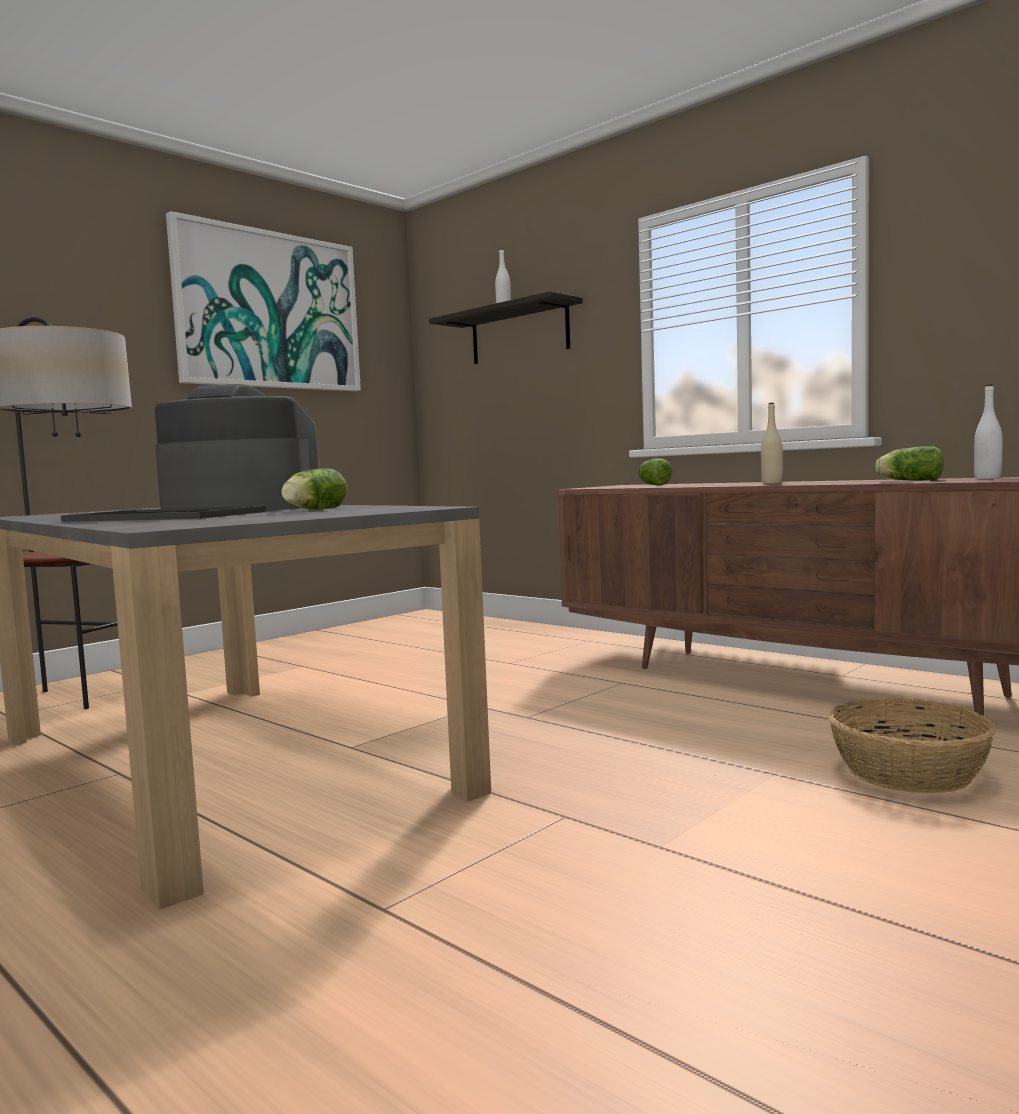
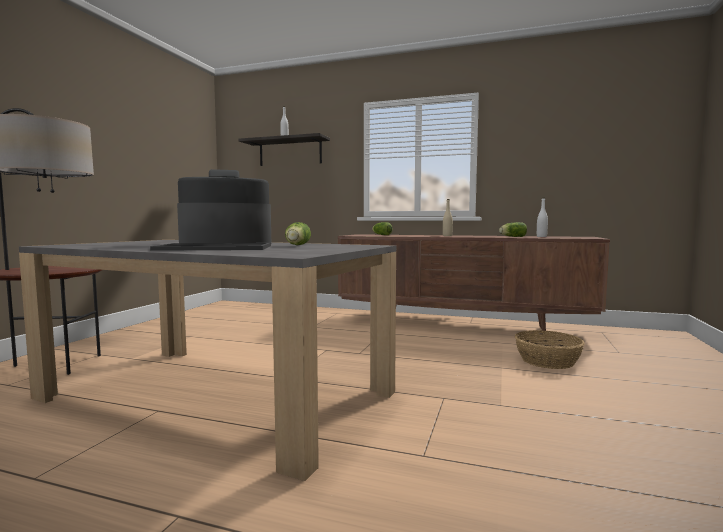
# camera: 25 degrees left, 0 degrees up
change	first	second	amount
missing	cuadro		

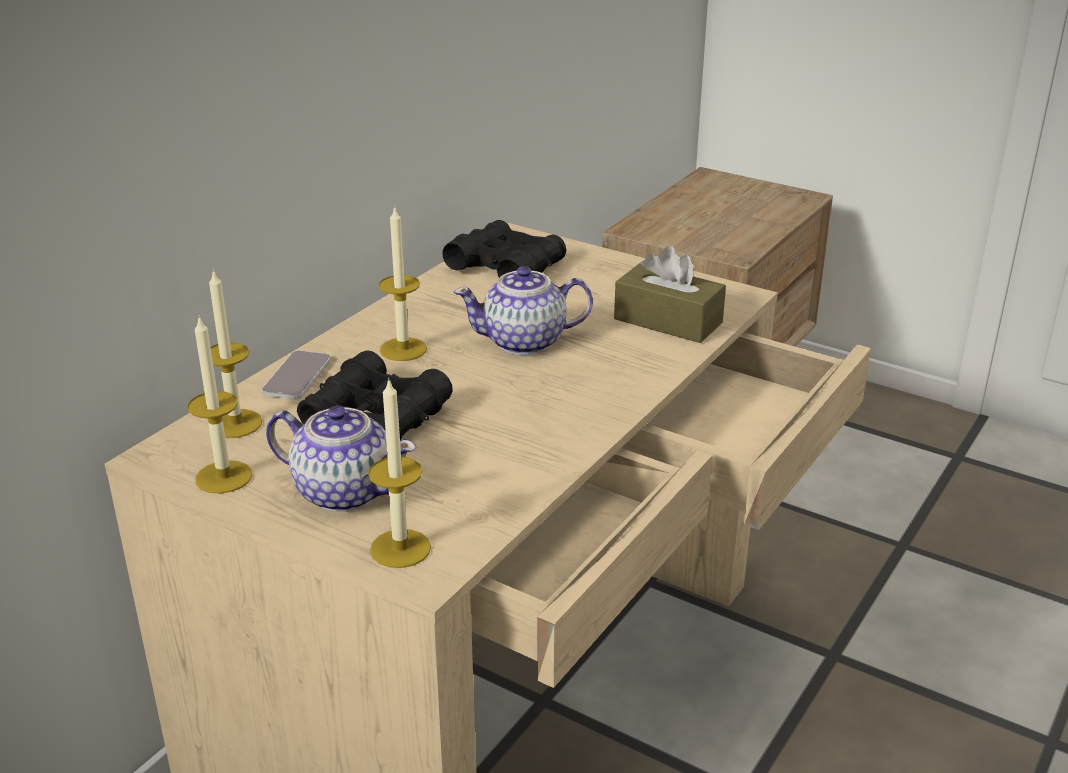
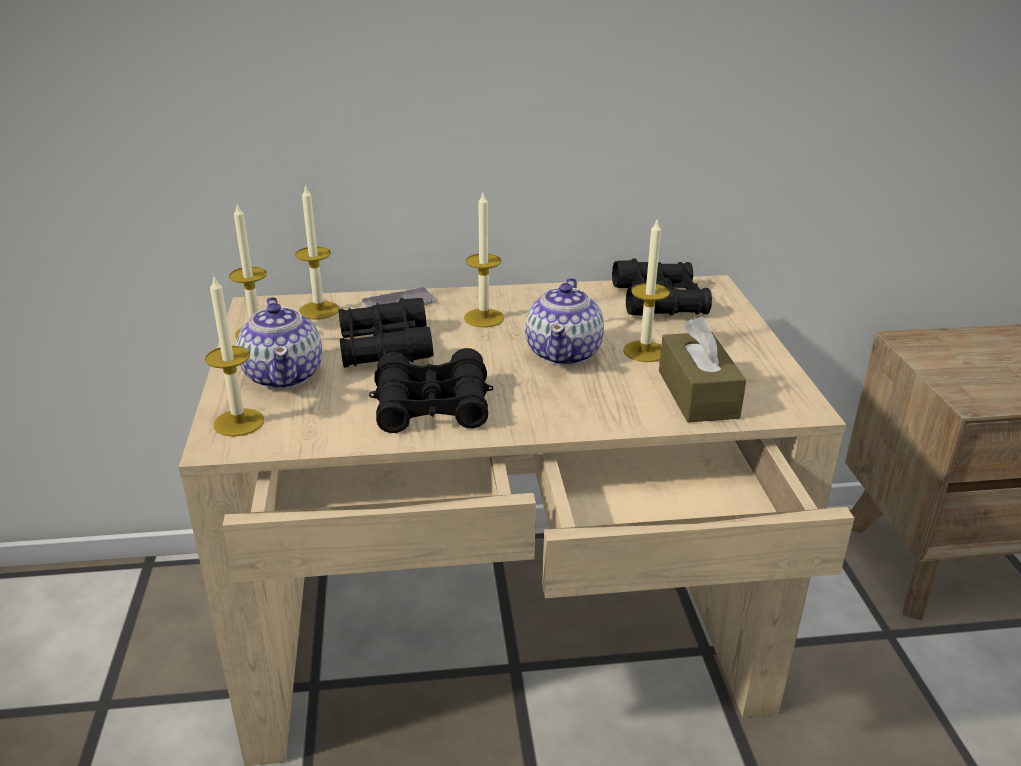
# camera: 50 degrees right, 0 degrees up
change	first	second	amount
appeared		prismáticos [negro] (no. 2 from left)	
spun	tetera (no. 2 from left)		120 degrees counterclockwise
appeared		vela (no. 5 from left)	

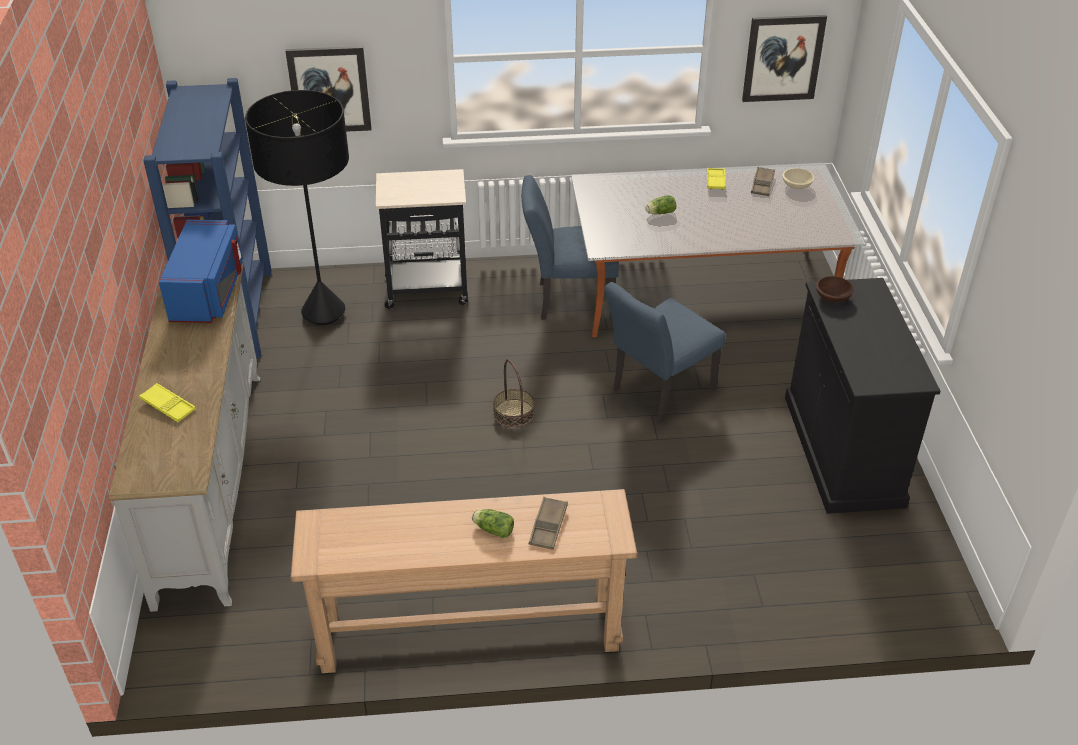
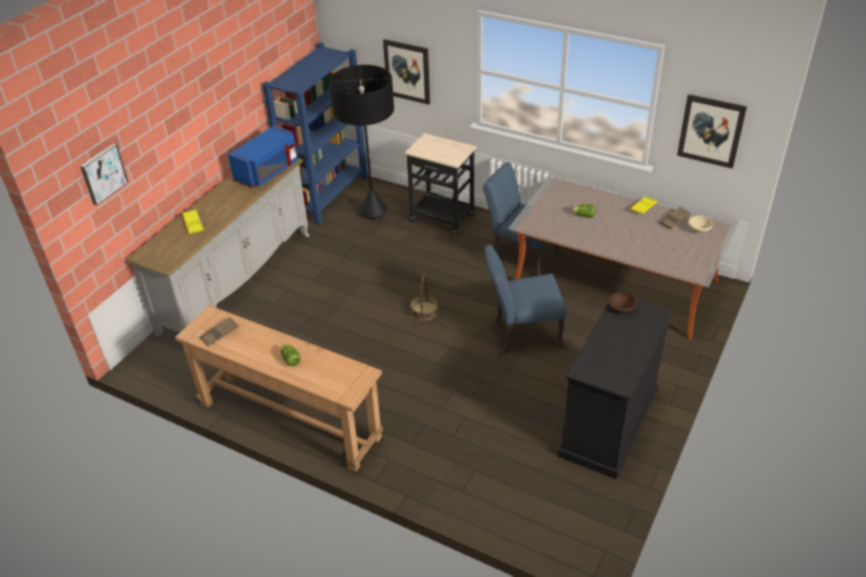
# camera: 35 degrees right, 0 degrees up
change	first	second	amount
appeared		cuadro (no. 1 from left)	
relocated	bandeja [marrón] (no. 1 from left)		

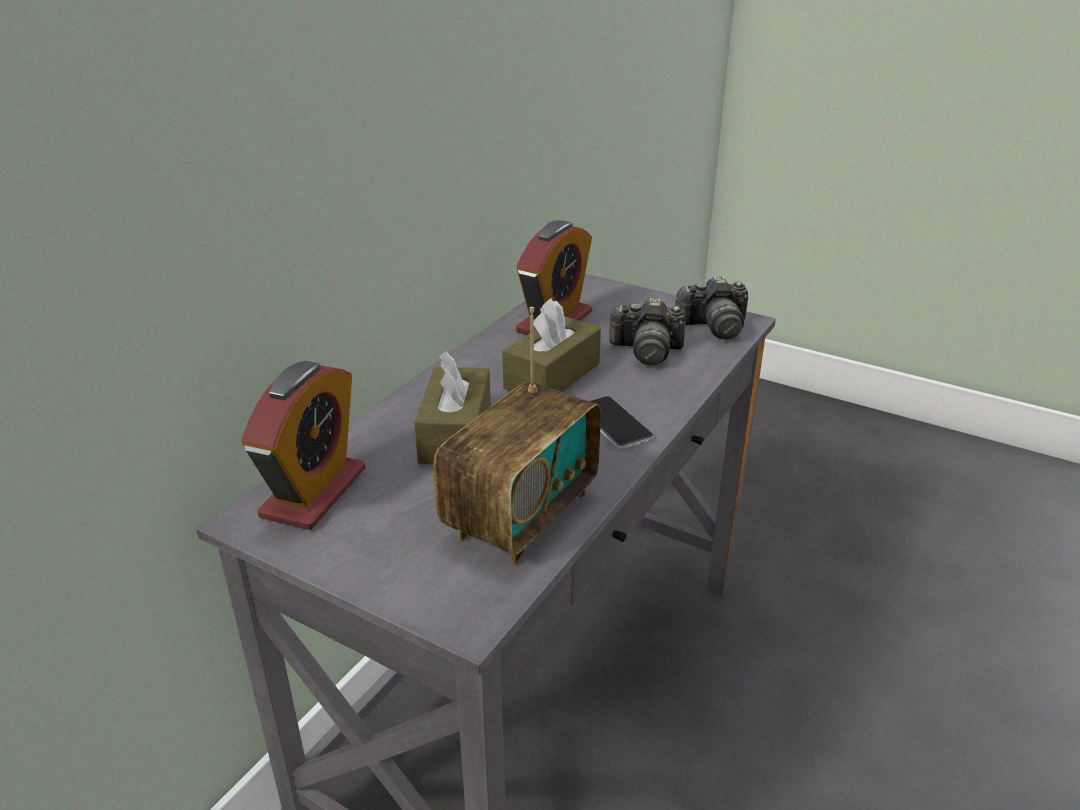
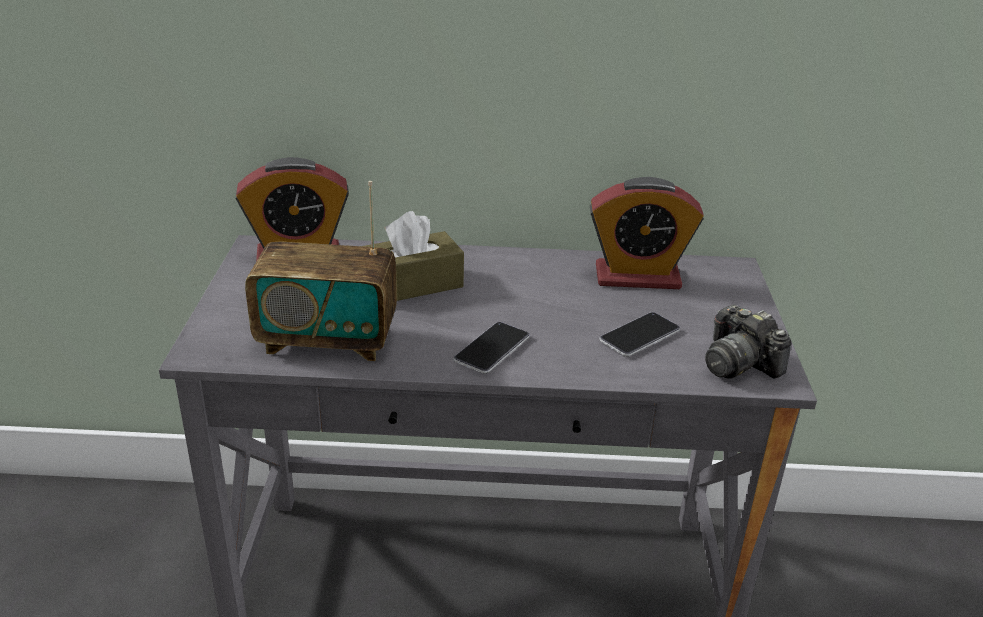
# camera: 60 degrees right, 0 degrees up
change	first	second	amount
exchanged	cámara (no. 1 from left)	móvil (no. 2 from left)	
missing	caja de pañuelos [marrón] (no. 2 from left)		

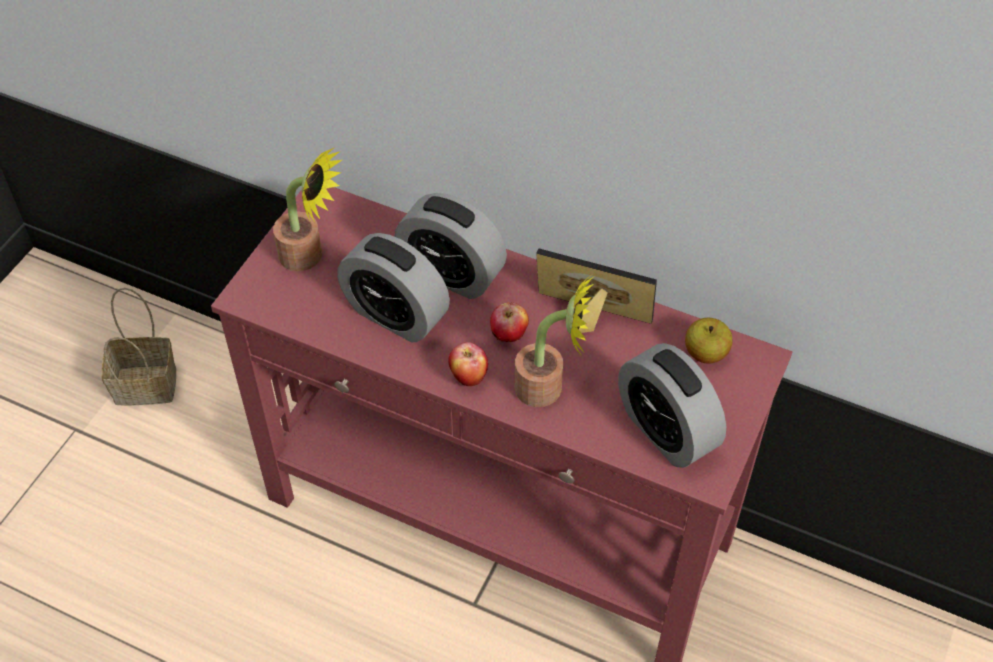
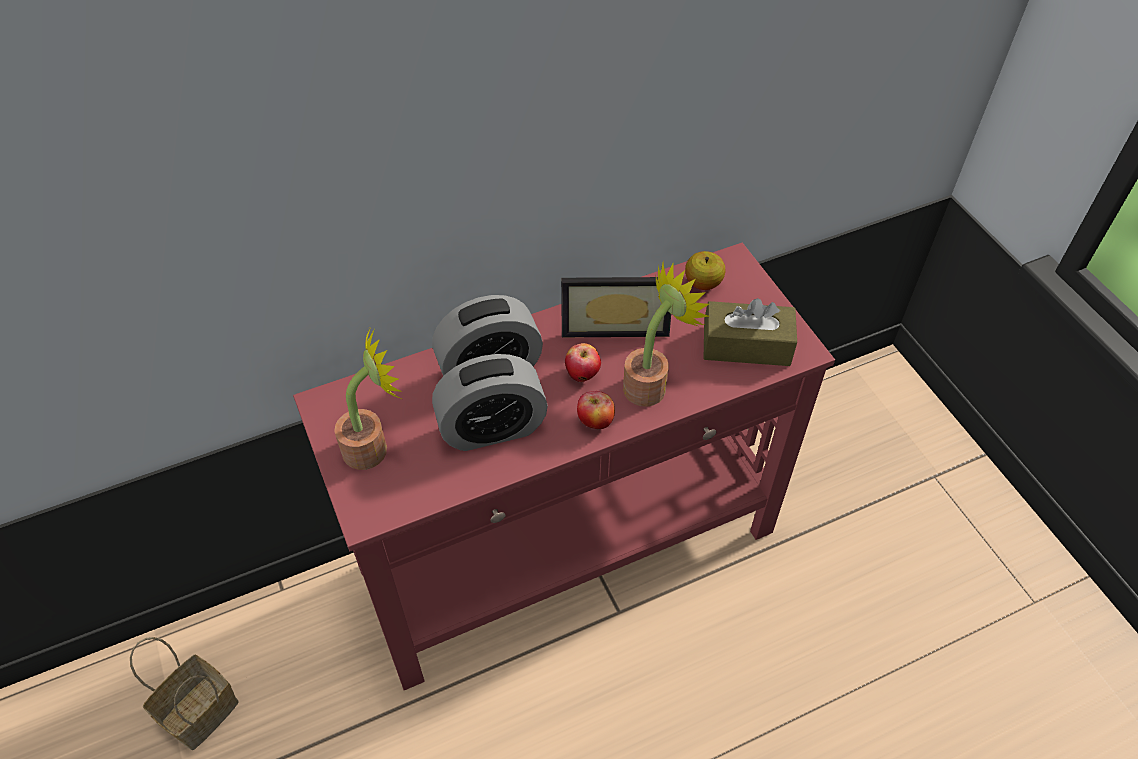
# camera: 50 degrees left, 0 degrees up
change	first	second	amount
spun	portarretratos		150 degrees counterclockwise
exchanged	despertador (no. 3 from left)	caja de pañuelos [marrón]	

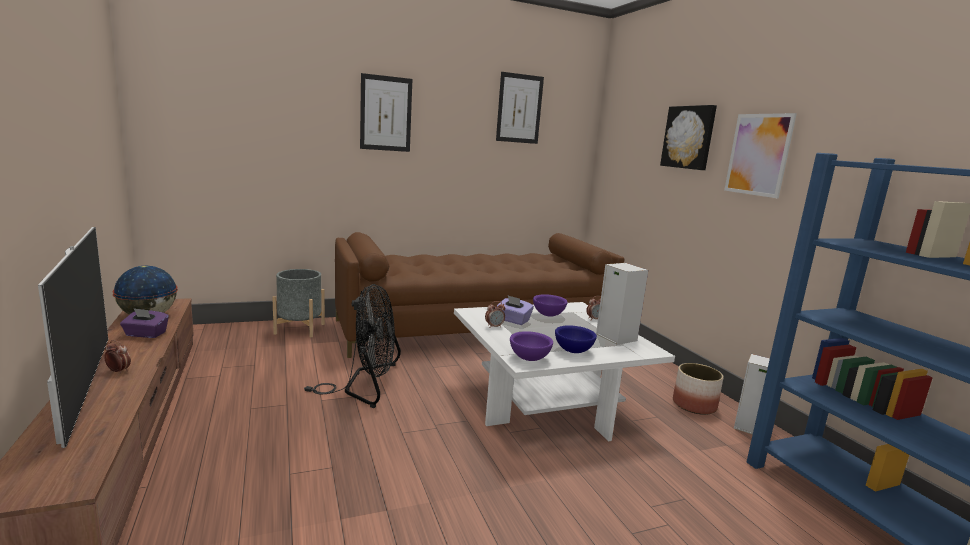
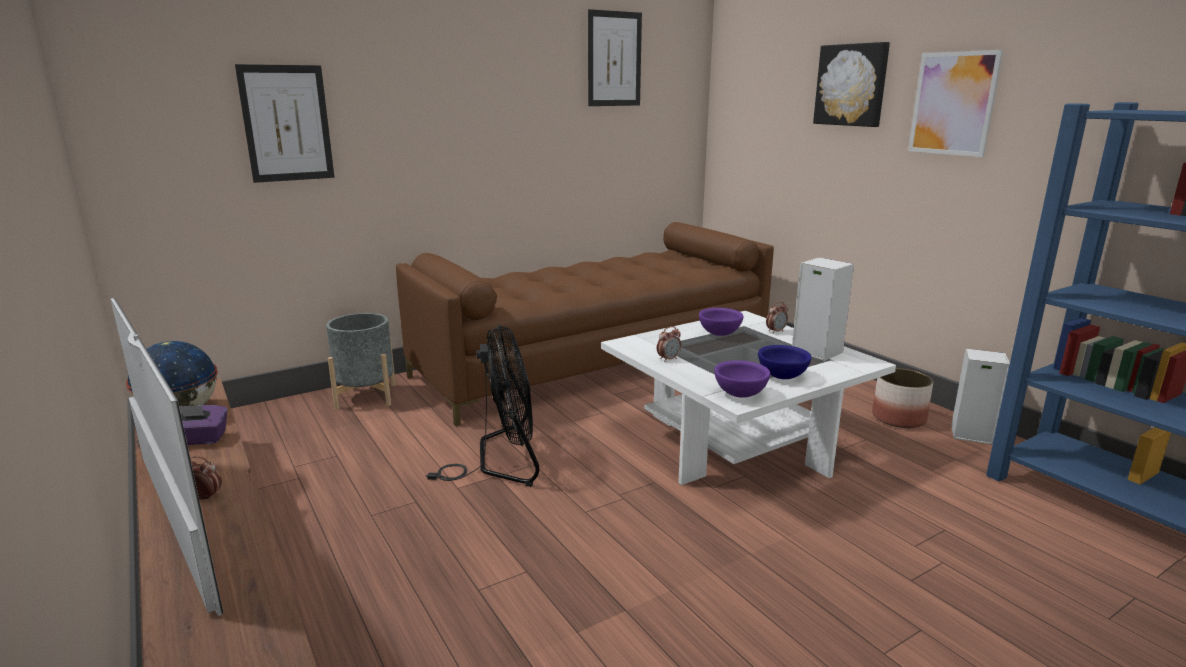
# camera: 10 degrees left, 5 degrees up
change	first	second	amount
relocated	cuadro (no. 1 from left)		
missing	caja de pañuelos [morado] (no. 2 from left)		

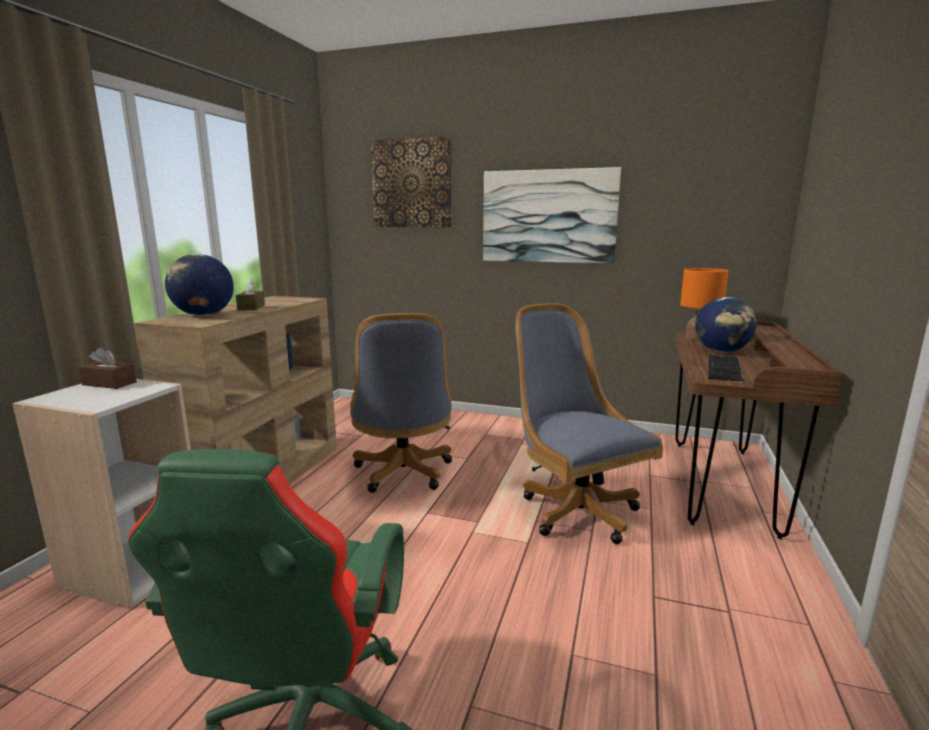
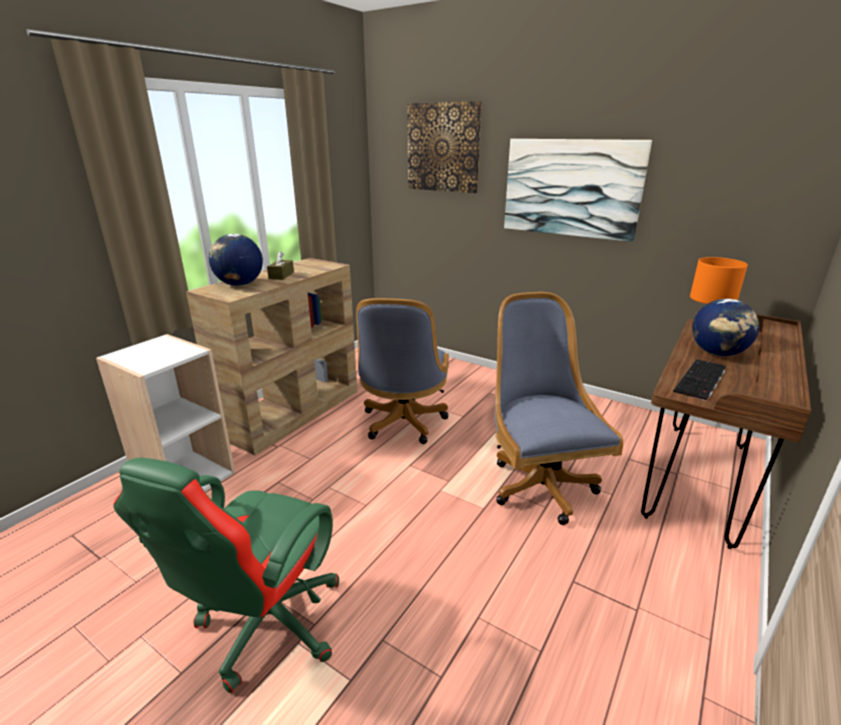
# camera: 15 degrees right, 10 degrees up
change	first	second	amount
missing	caja de pañuelos [marrón] (no. 1 from left)		

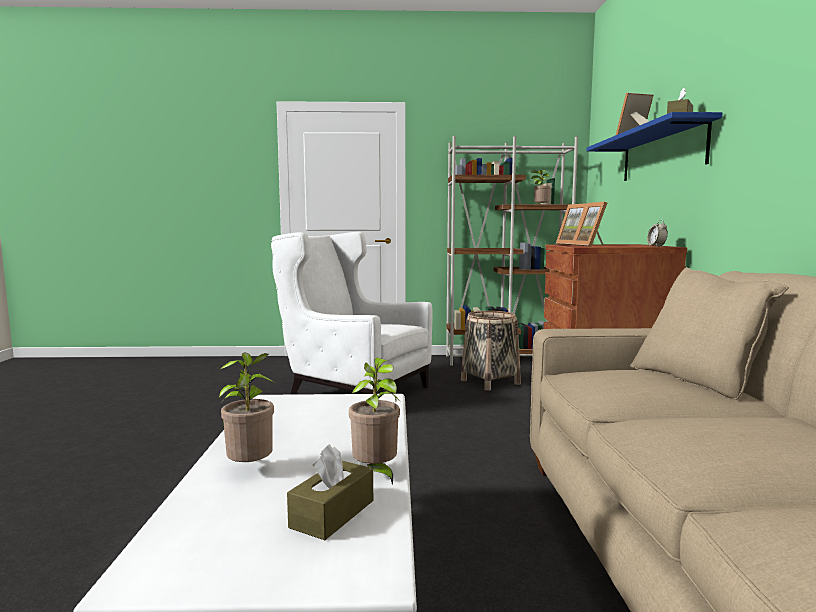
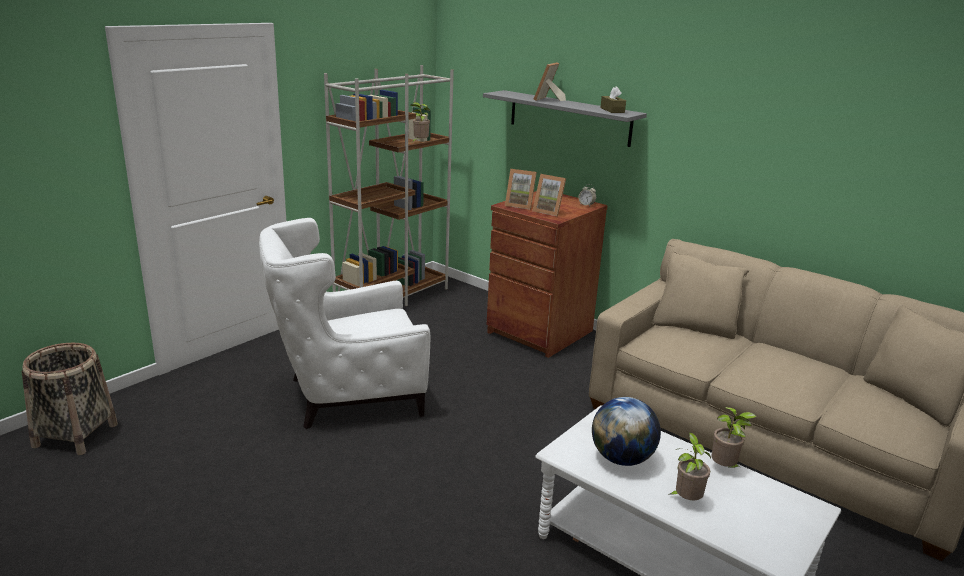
# camera: 50 degrees left, 15 degrees up
change	first	second	amount
relocated	cesta		
colour	estante [azul]	estante [gris]	
appeared		globo terráqueo	
missing	caja de pañuelos [marrón] (no. 1 from left)		

